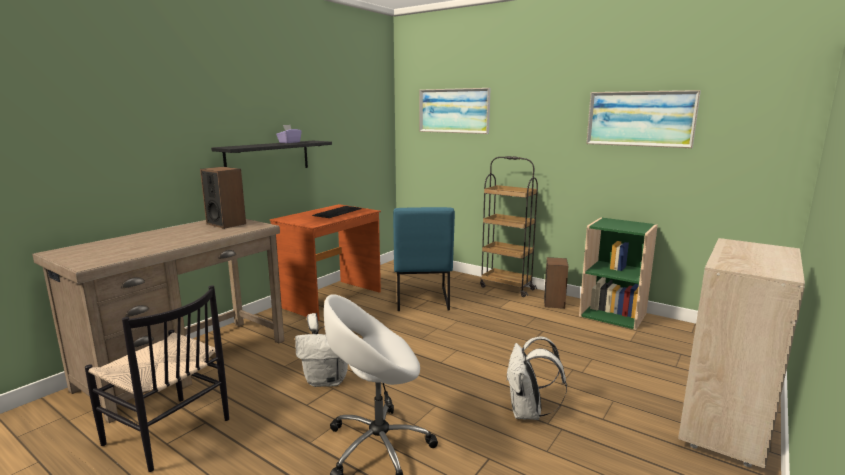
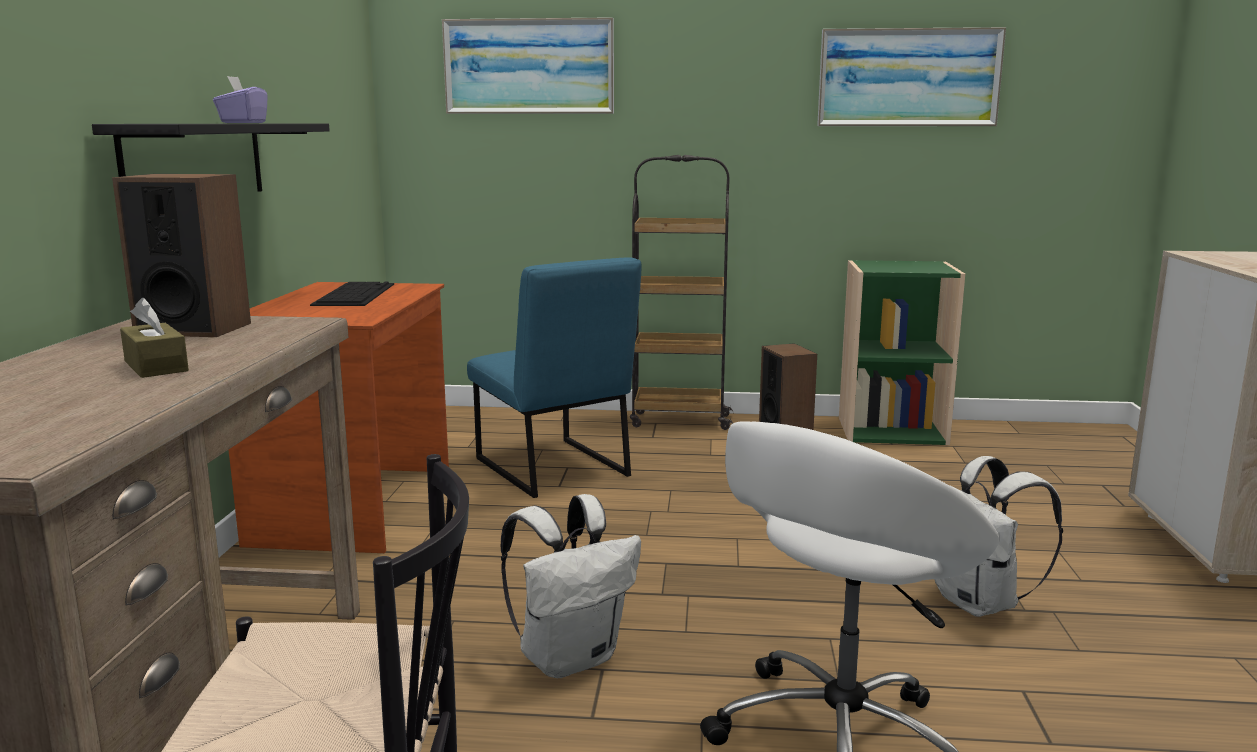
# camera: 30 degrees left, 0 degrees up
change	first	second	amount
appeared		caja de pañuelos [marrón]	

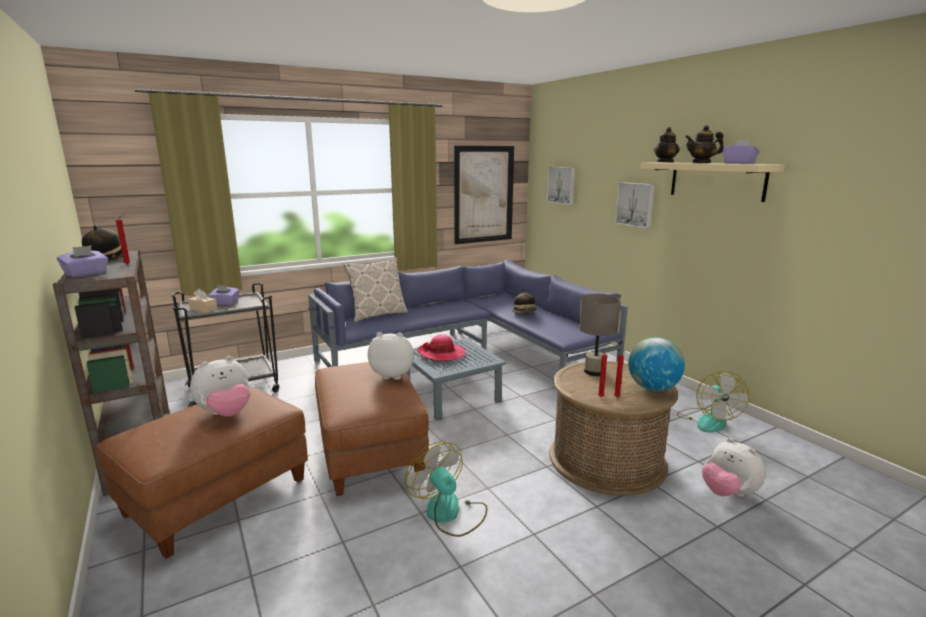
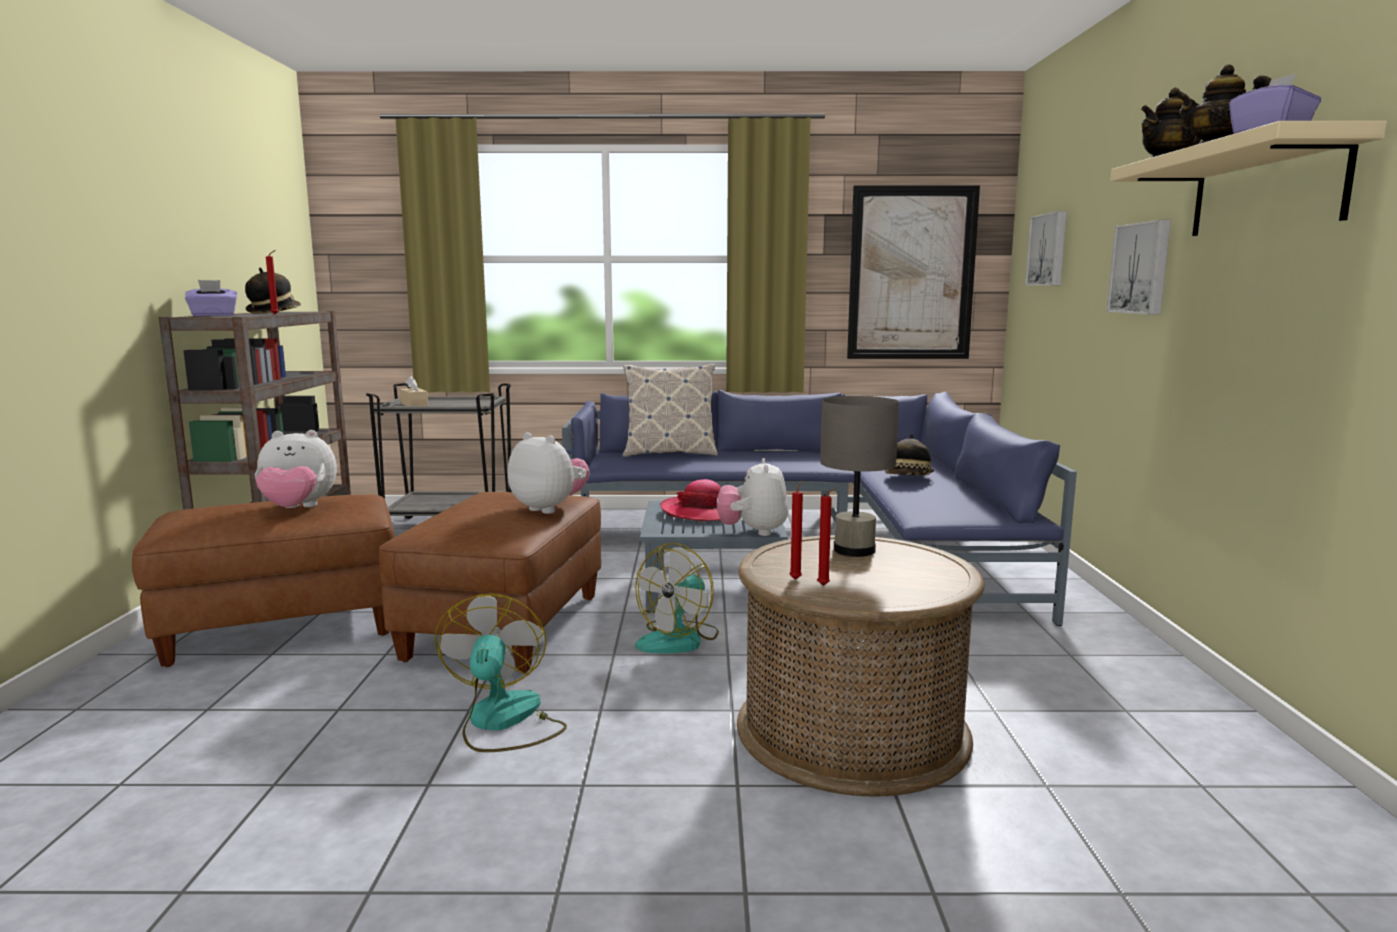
# camera: 30 degrees right, 5 degrees down
change	first	second	amount
relocated	ventilador (no. 2 from left)		
relocated	peluche (no. 3 from left)		
missing	caja de pañuelos [morado] (no. 2 from left)		
missing	globo terráqueo		

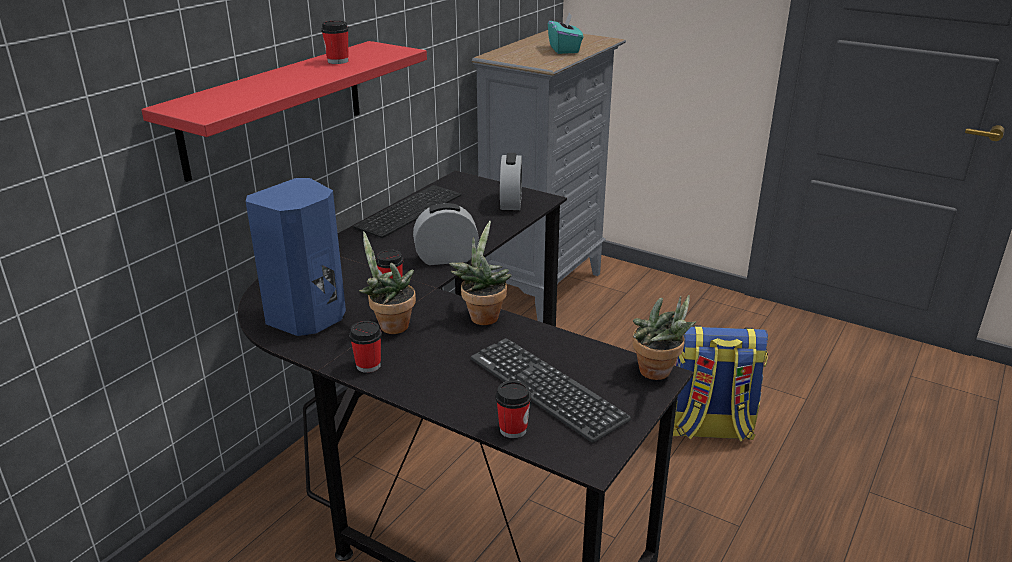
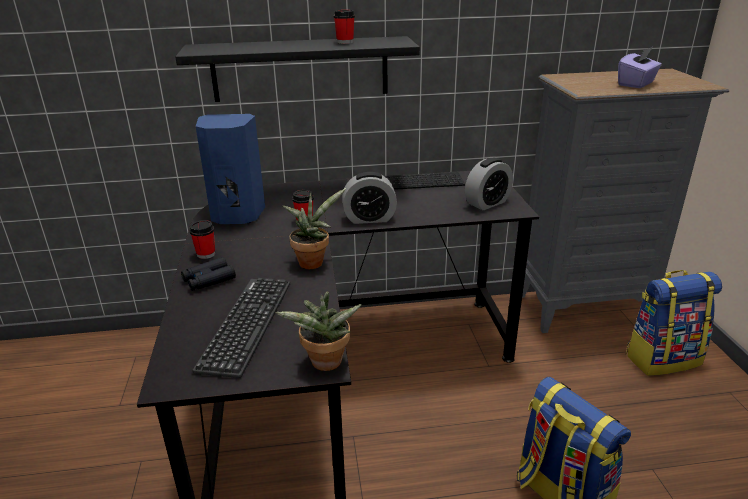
# camera: 50 degrees right, 0 degrees up
change	first	second	amount
colour	estante [rojo]	estante [negro]	
appeared		prismáticos [negro]	
spun	despertador (no. 1 from left)		135 degrees clockwise
colour	caja de pañuelos [turquesa]	caja de pañuelos [morado]	
appeared		mochila (no. 2 from left)	
missing	planta en maceta (no. 1 from left)		
missing	taza (no. 4 from left)		

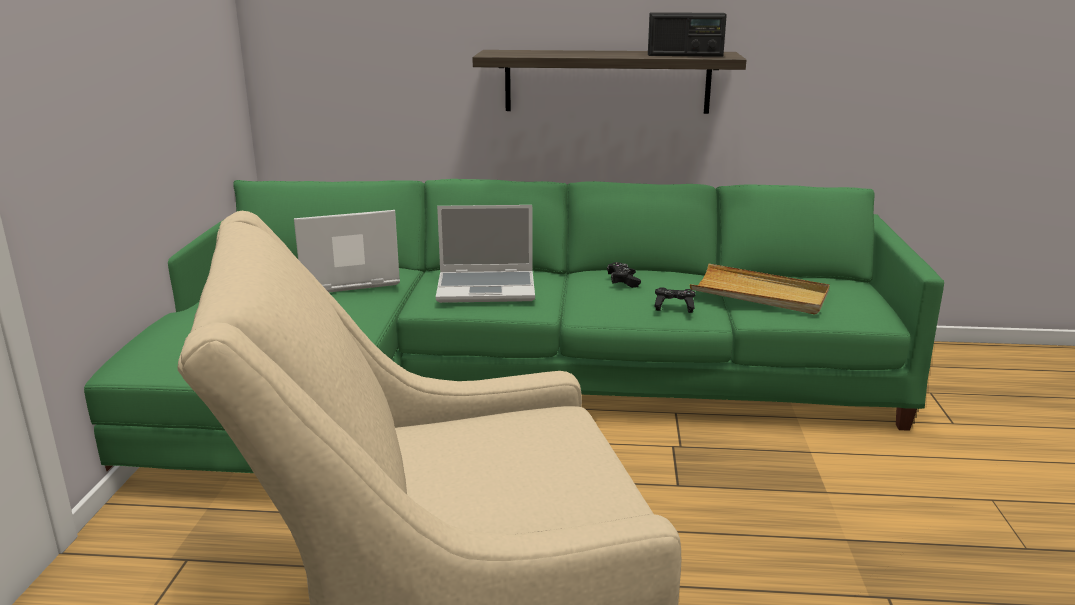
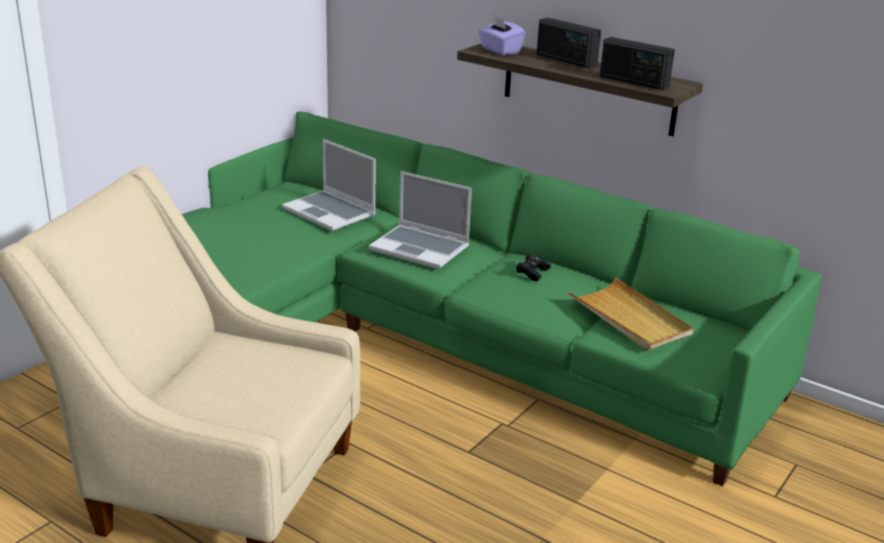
# camera: 30 degrees right, 5 degrees up
change	first	second	amount
spun	portátil (no. 1 from left)		150 degrees counterclockwise
appeared		caja de pañuelos [morado]	
appeared		radio (no. 1 from left)	
missing	mando de consola [negro] (no. 2 from left)		

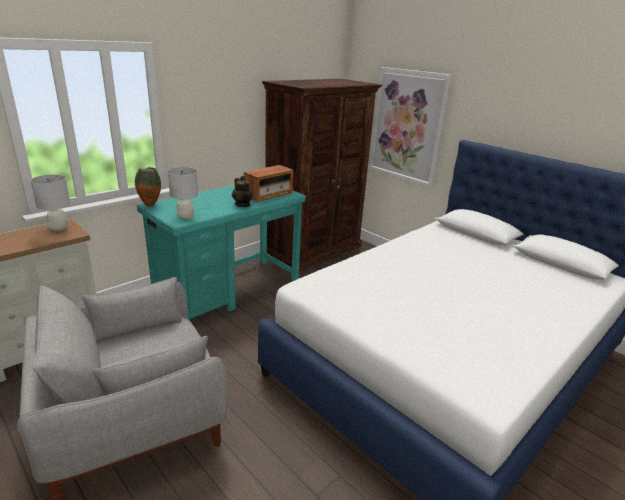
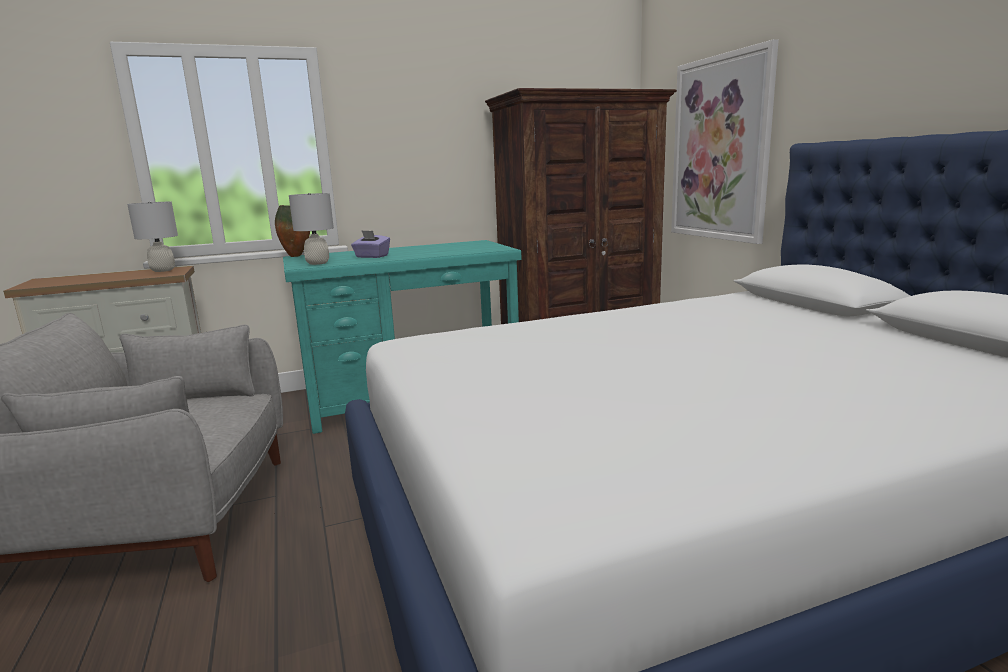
# camera: 25 degrees right, 10 degrees down
change	first	second	amount
appeared		caja de pañuelos [morado]	
missing	tetera		
missing	radio		

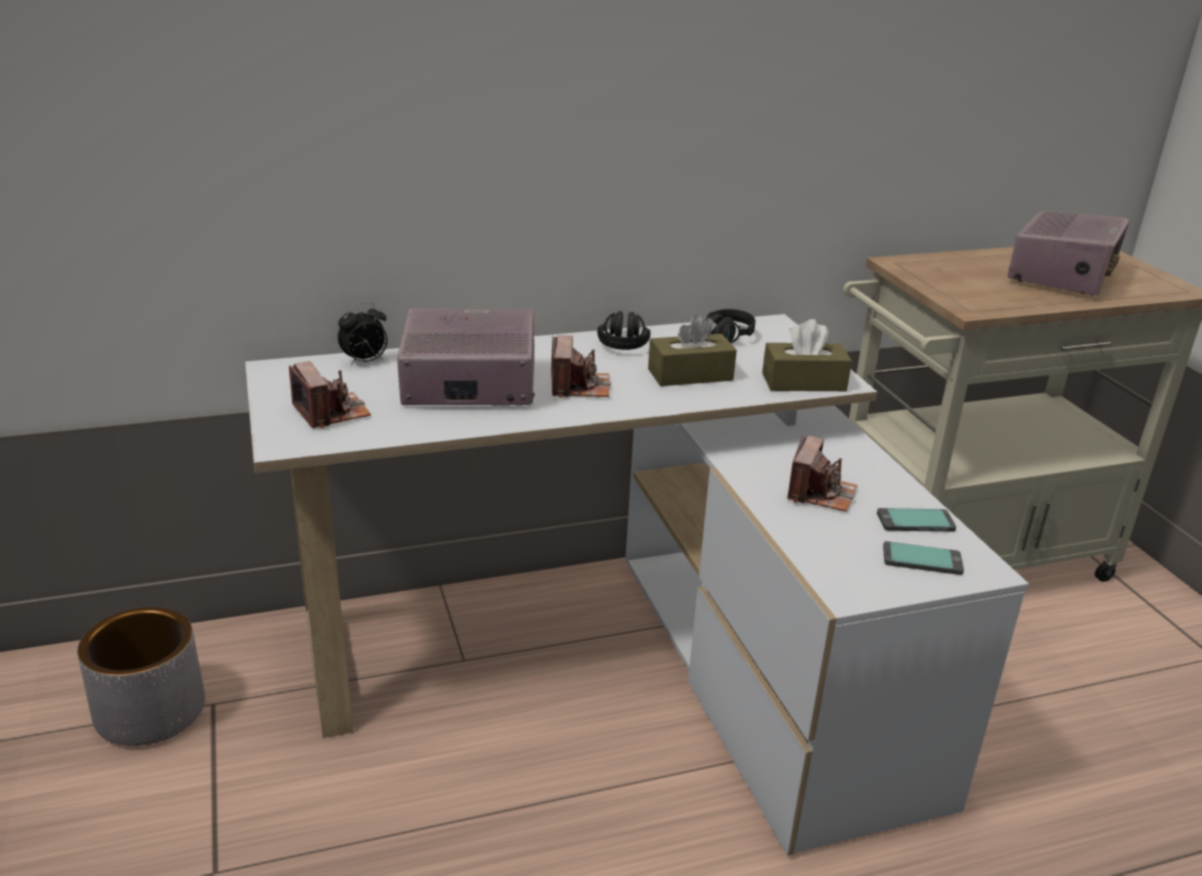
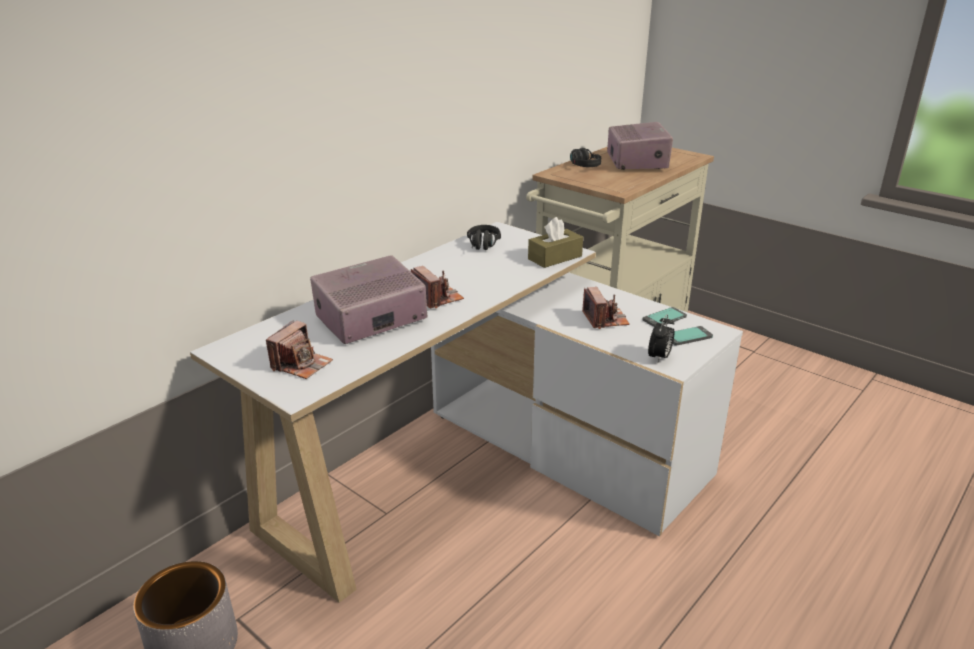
# camera: 30 degrees left, 0 degrees up
change	first	second	amount
spun	cámara (no. 1 from left)		90 degrees clockwise
relocated	auriculares [negro] (no. 1 from left in the first image)	auriculares [negro] (no. 2 from left)	
relocated	despertador		
missing	caja de pañuelos [marrón] (no. 1 from left)		

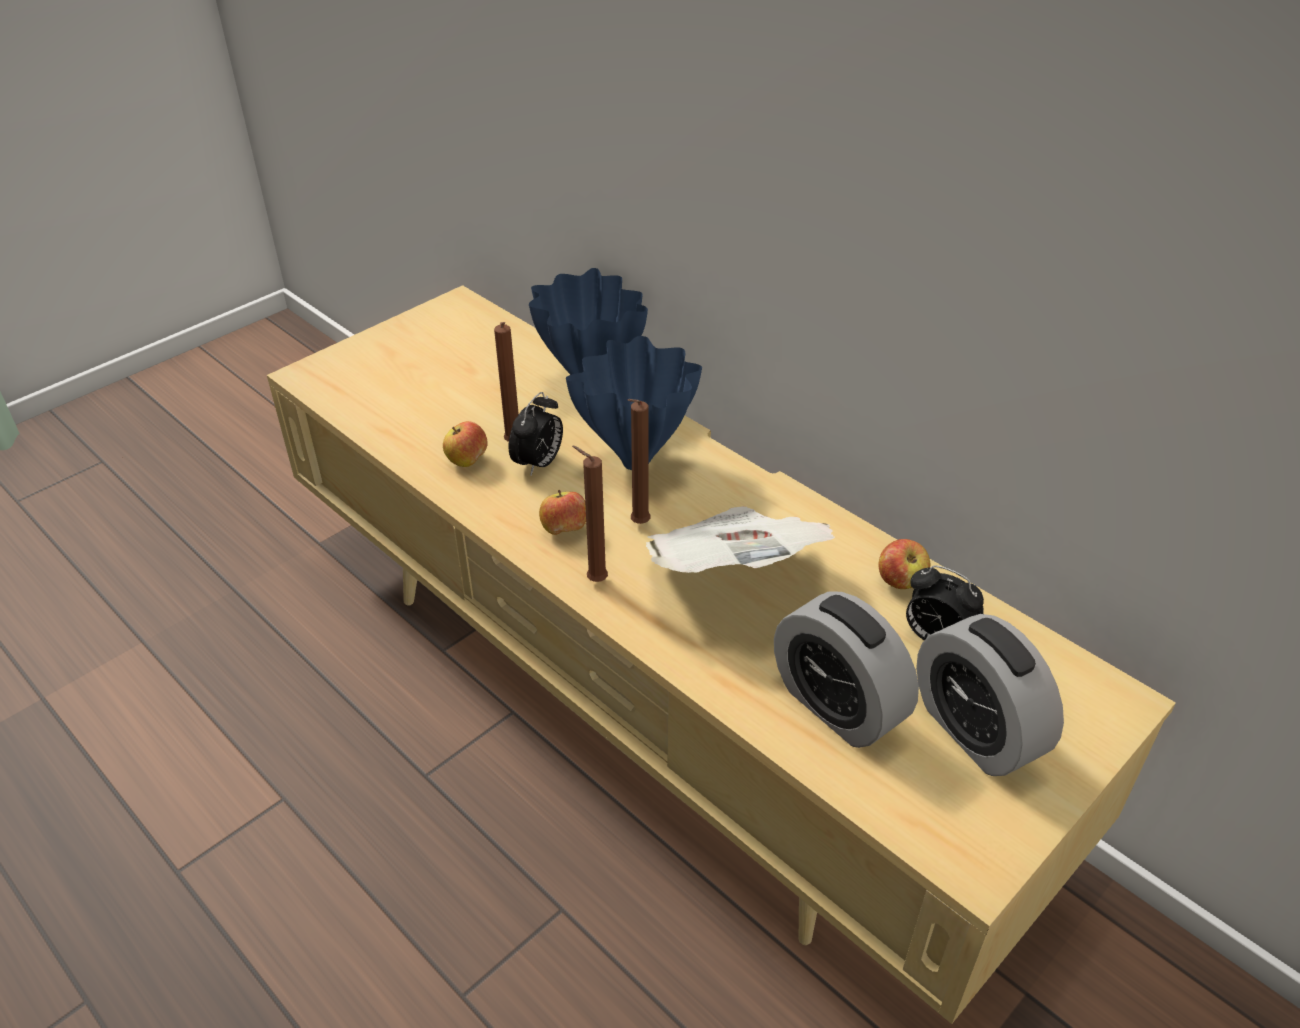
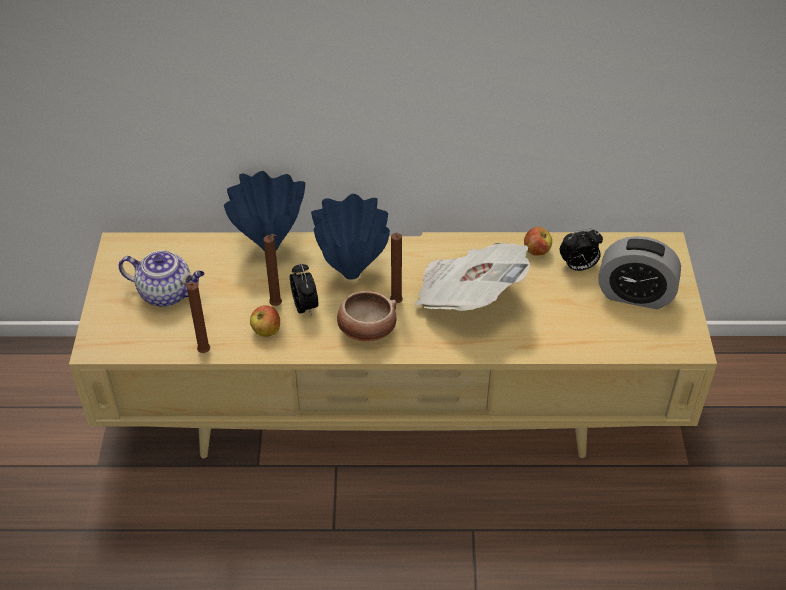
# camera: 45 degrees left, 5 degrees up
change	first	second	amount
appeared		tetera	
relocated	vela [marrón] (no. 2 from left in the first image)	vela [marrón] (no. 1 from left)	
exchanged	manzana (no. 2 from left)	cuenco	
missing	despertador (no. 2 from left)		

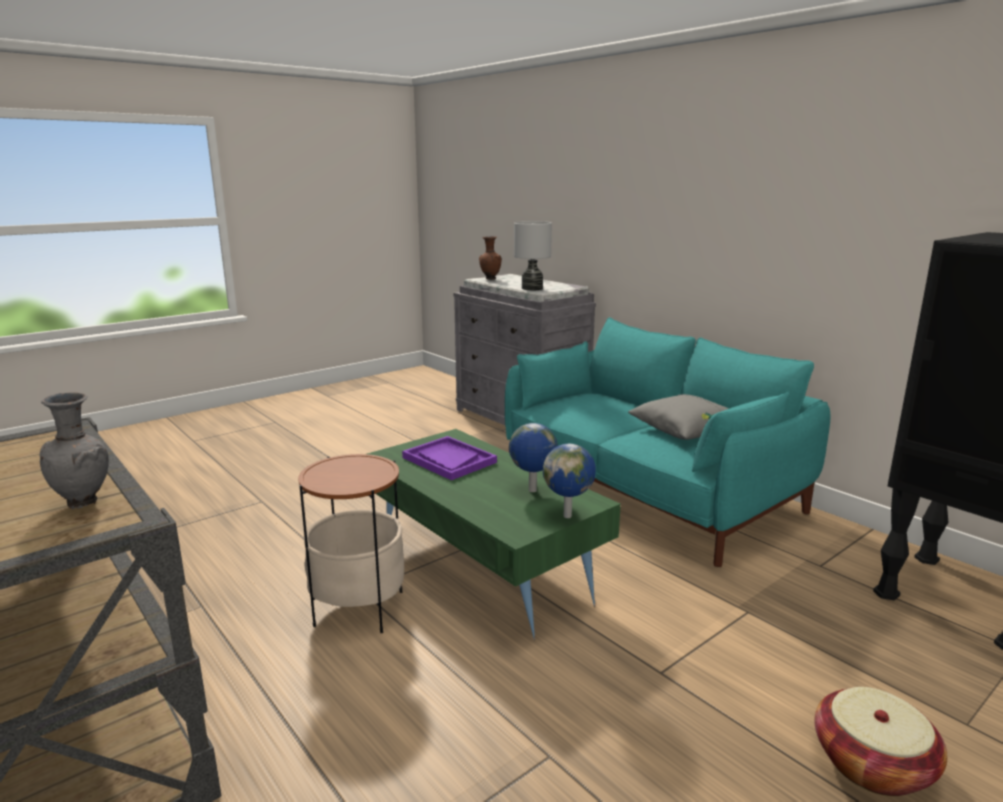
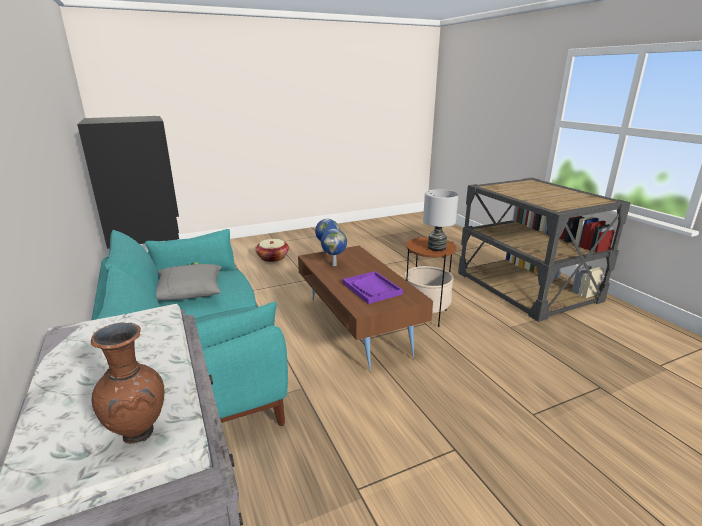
# camera: 165 degrees left, 5 degrees up
change	first	second	amount
colour	mesa de centro [verde]	mesa de centro [marrón]	
relocated	lámpara de mesa [gris]		
missing	florero [gris]		

